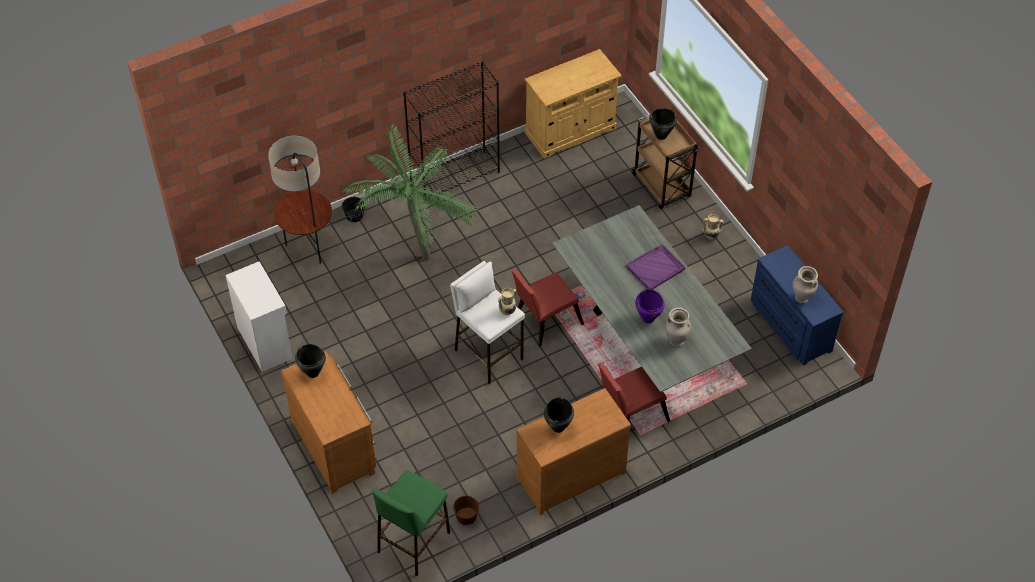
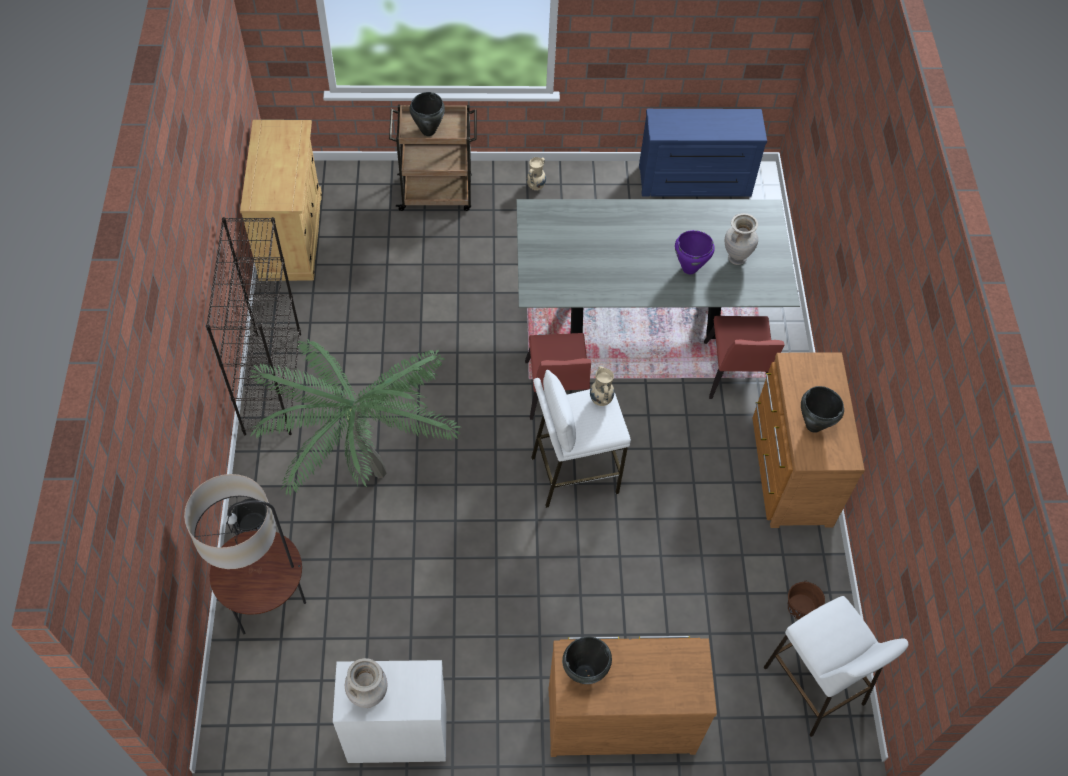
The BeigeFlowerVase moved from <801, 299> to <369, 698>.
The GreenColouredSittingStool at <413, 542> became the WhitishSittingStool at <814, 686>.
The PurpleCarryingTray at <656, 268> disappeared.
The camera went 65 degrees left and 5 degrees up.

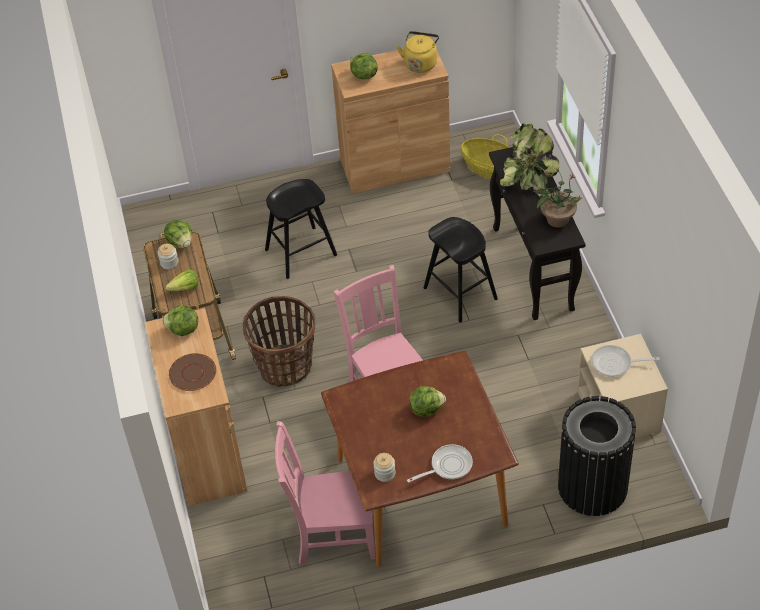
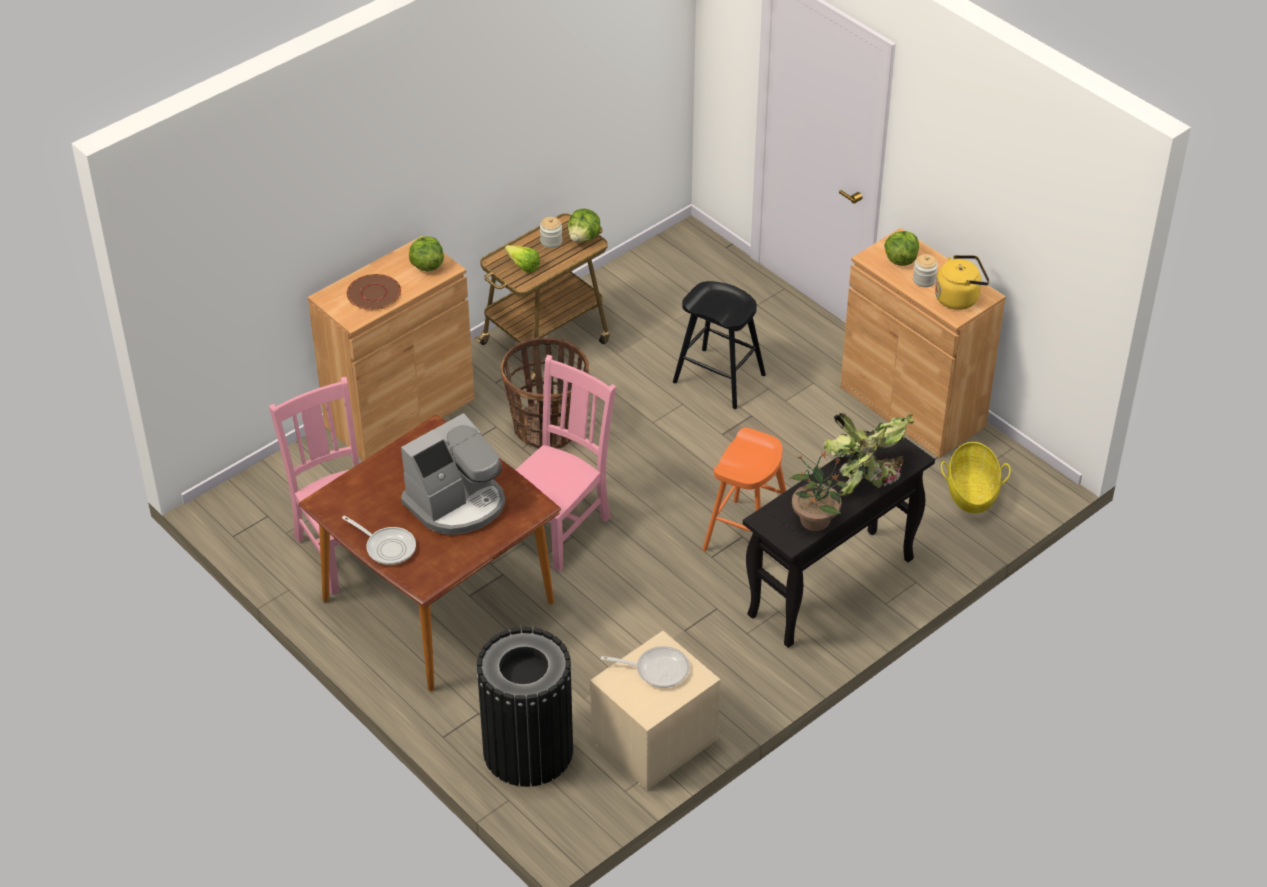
The LettuceHead at <426, 409> was replaced by the CoffeeMaker at <457, 503>.
The FryingPan at <615, 363> turned 120 degrees clockwise.
The BlackSittingStool at <460, 293> became the OrangeColouredSittingStool at <747, 535>.
The Jar moved from <385, 473> to <924, 280>.
The camera went 60 degrees right and 5 degrees down.

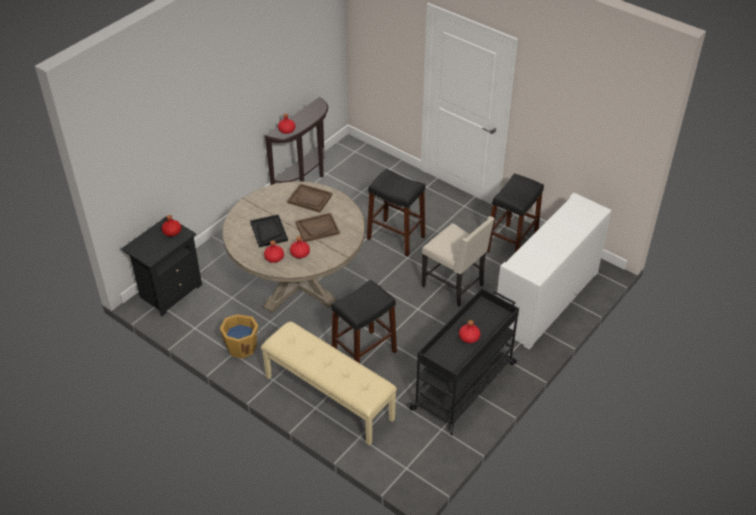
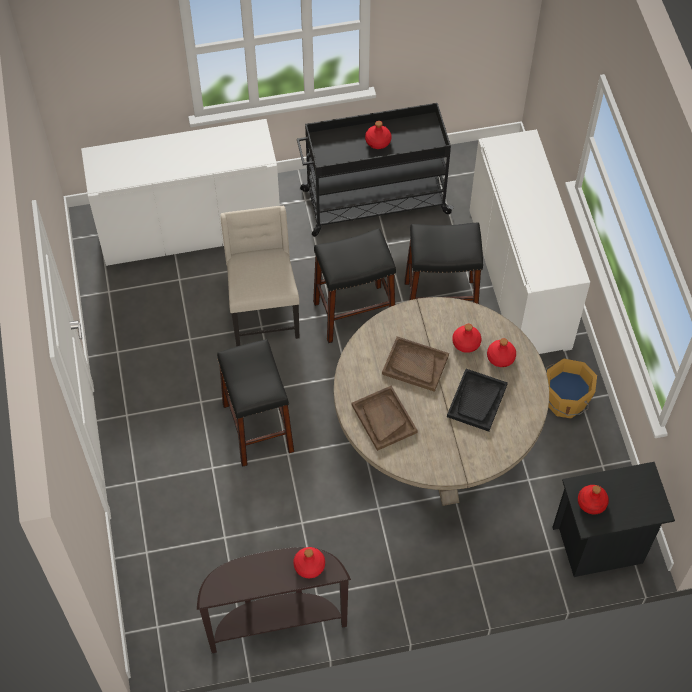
The BlackSittingStool moved from <511, 244> to <354, 313>.
The BeigeBench at <328, 398> was replaced by the WhitishStorageCabinet at <519, 279>.
The camera went 140 degrees left and 15 degrees up.

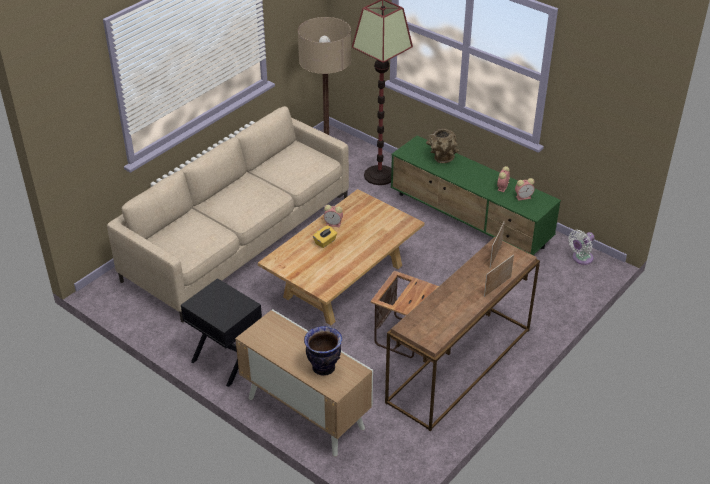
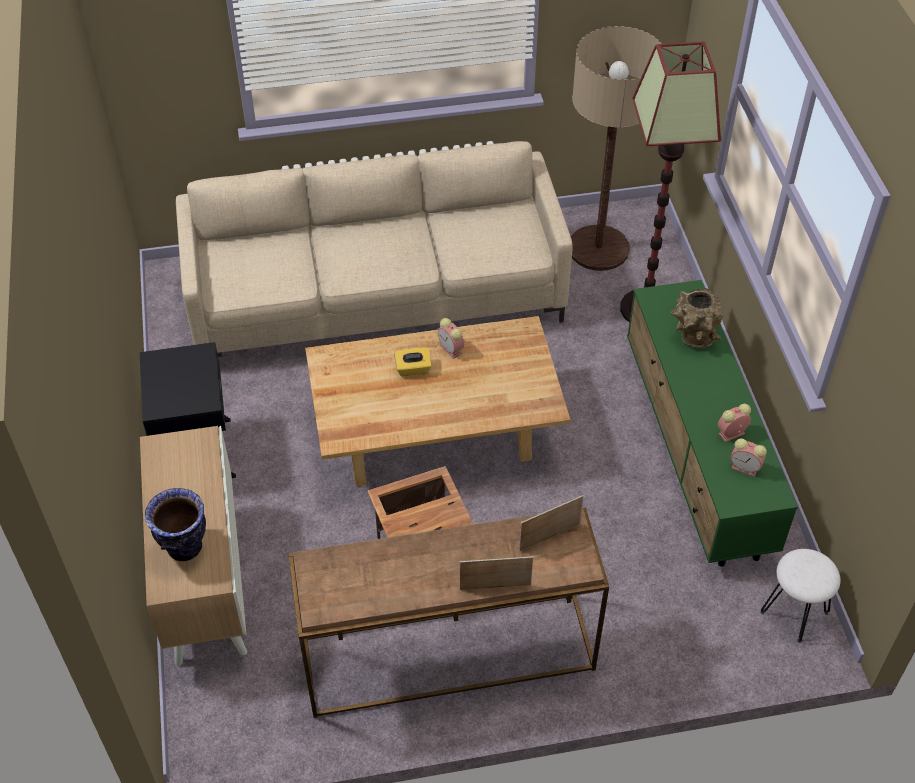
The WhitishElectricFan at <581, 258> was replaced by the WhitishSittingStool at <795, 613>.
The camera went 40 degrees right and 10 degrees up.

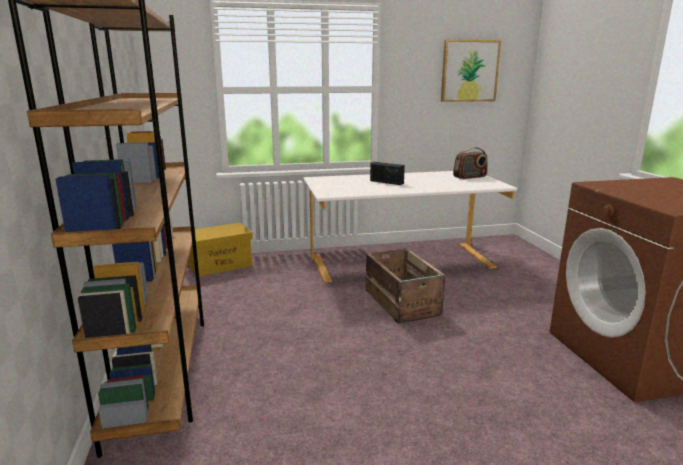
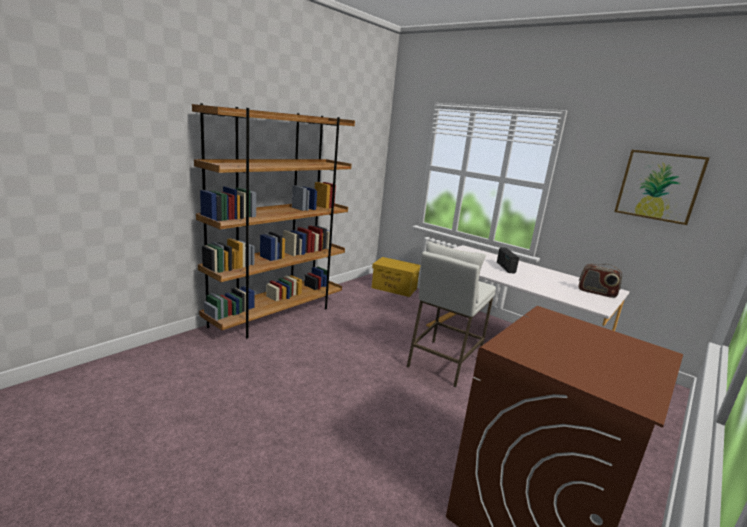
The ShippingCrate at <401, 303> was replaced by the WhitishSittingStool at <443, 362>.
The camera went 50 degrees right and 0 degrees up.

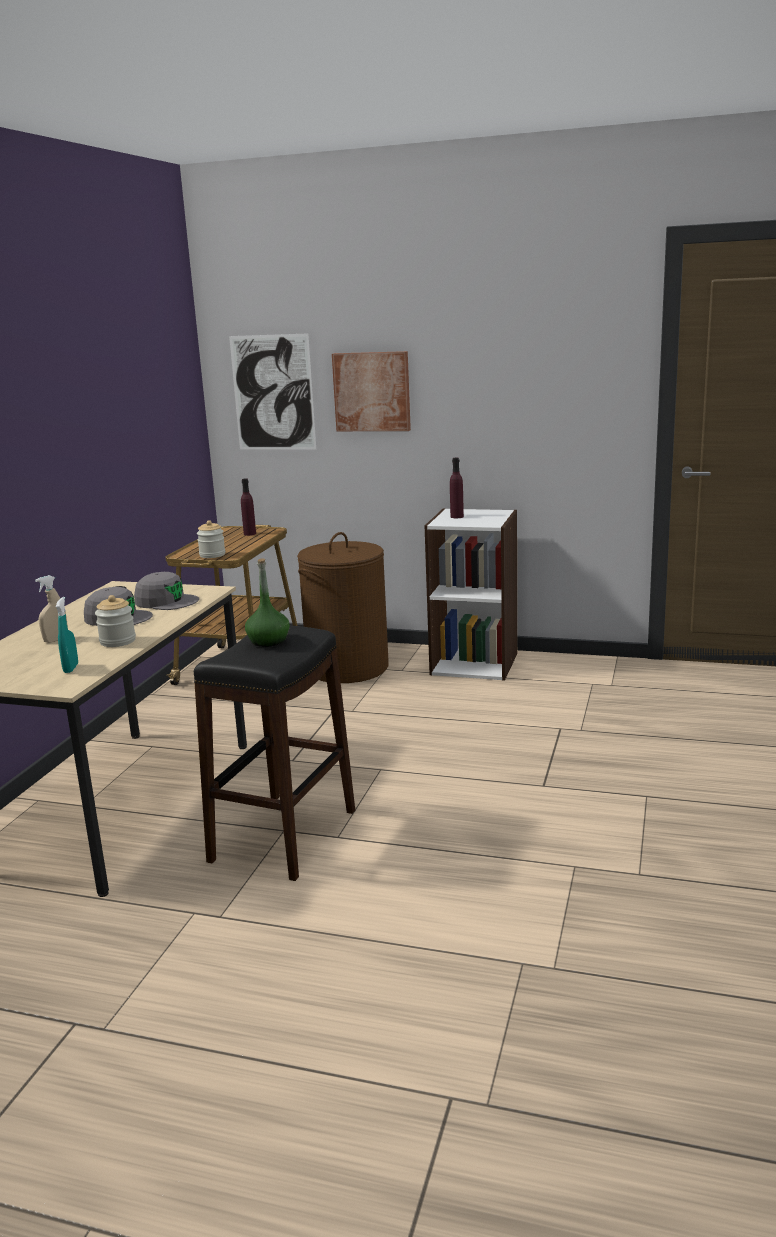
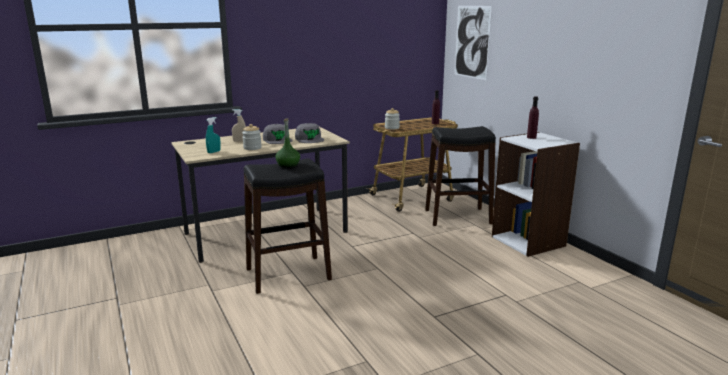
The BrownHamper at <347, 668> was replaced by the BlackSittingStool at <458, 217>.
The Picture at <372, 391> disappeared.
The camera went 45 degrees right and 0 degrees up.

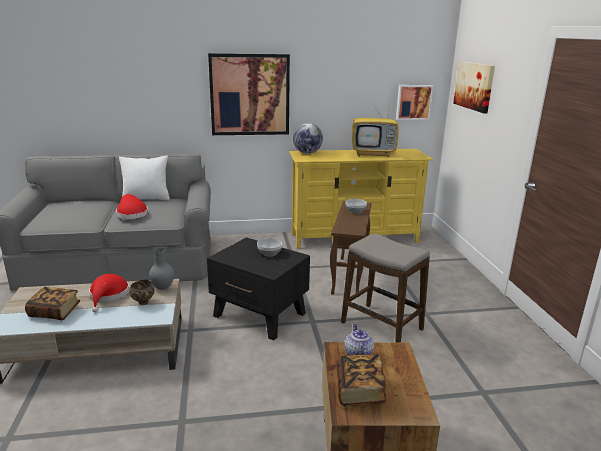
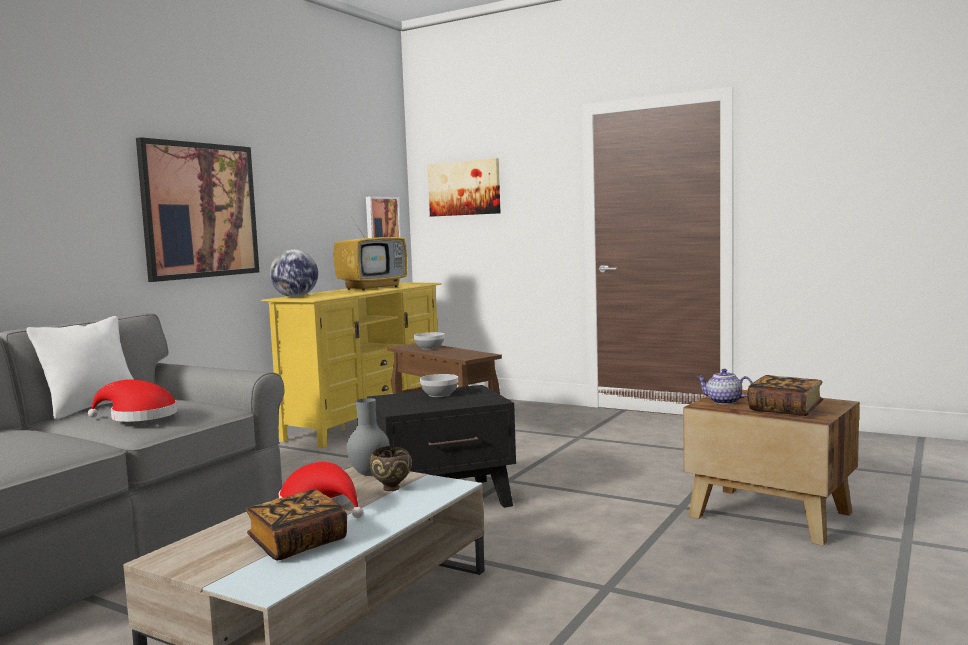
The SittingStool at <381, 326> disappeared.
The camera went 50 degrees left and 15 degrees down.

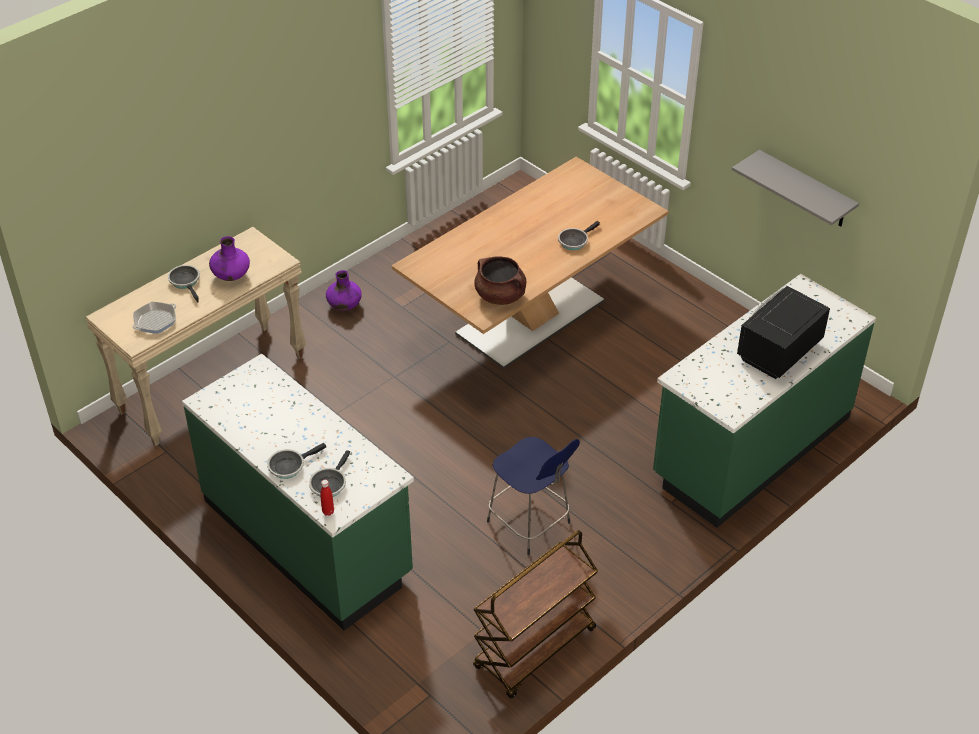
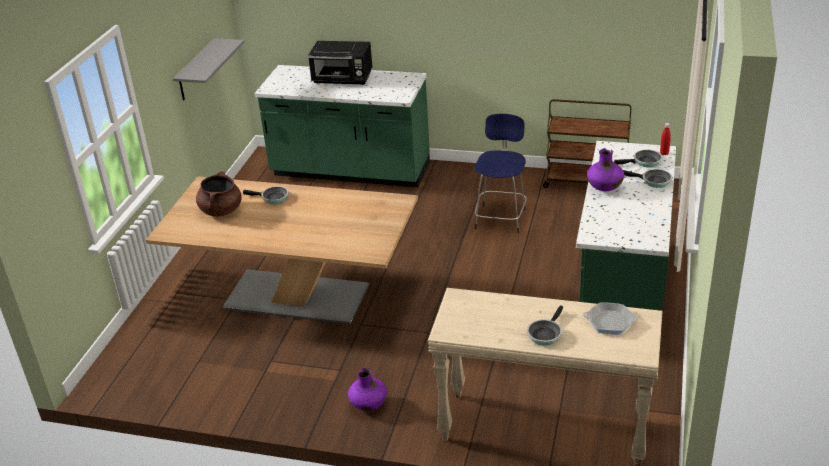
The BrownCookingPot moved from <500, 296> to <221, 210>.
The PurpleFlowerVase moved from <231, 276> to <604, 188>.
The camera went 120 degrees left and 10 degrees down.

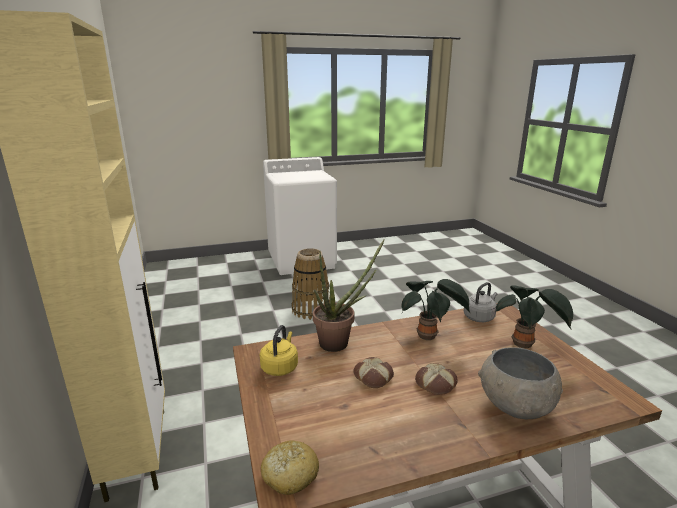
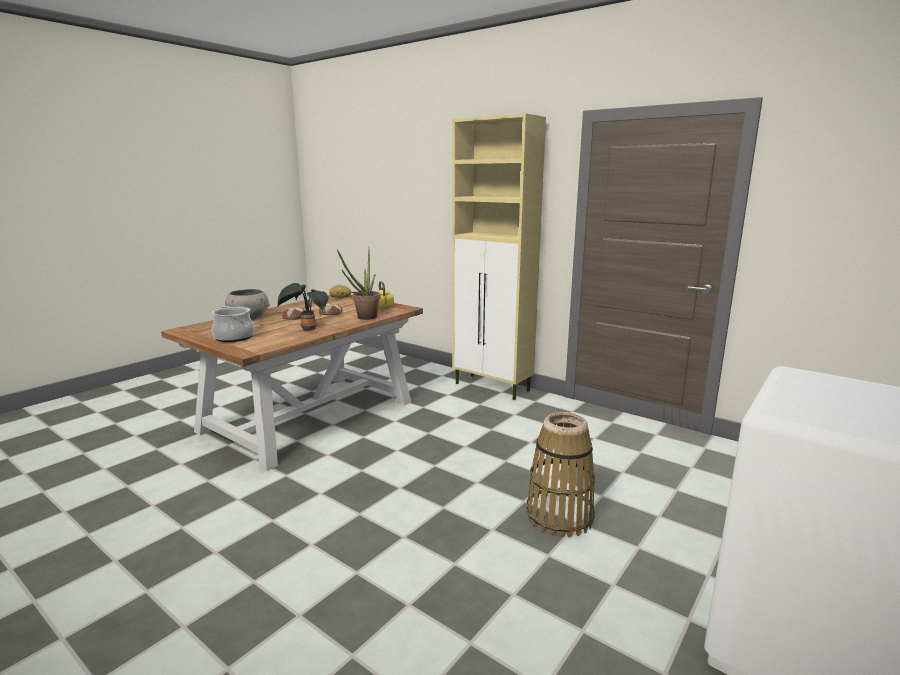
The PlantInAPot at <525, 345> was replaced by the CookingPot at <234, 337>.
The GreyishTeaKettle at <479, 317> disappeared.
The camera went 145 degrees right and 5 degrees down.

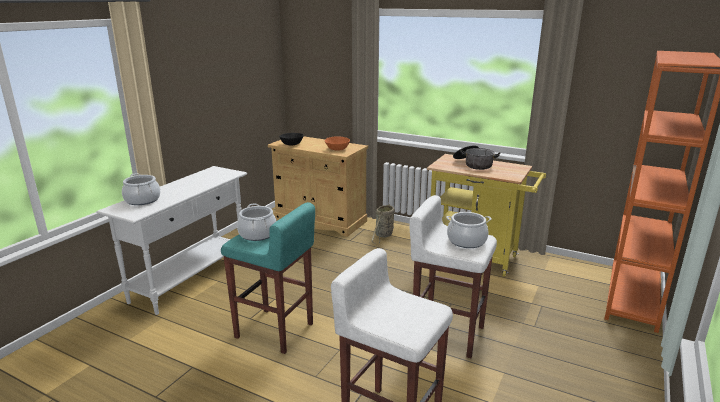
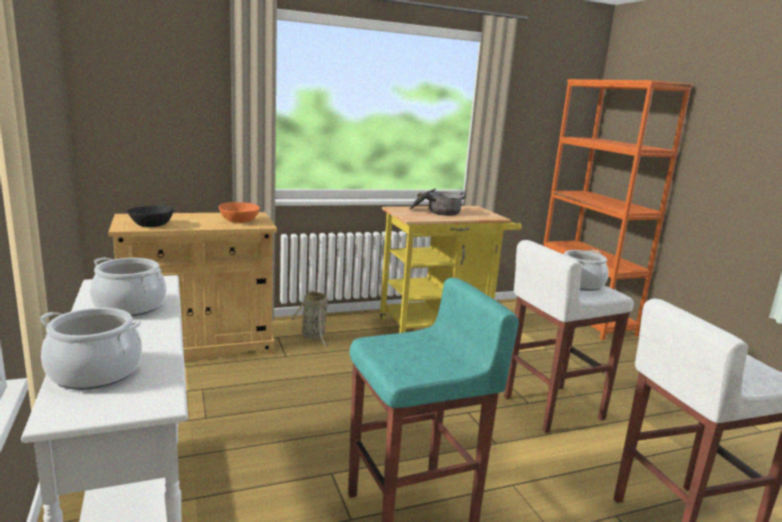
The CookingPot moved from <258, 234> to <130, 307>.
The camera went 50 degrees left and 5 degrees down.

